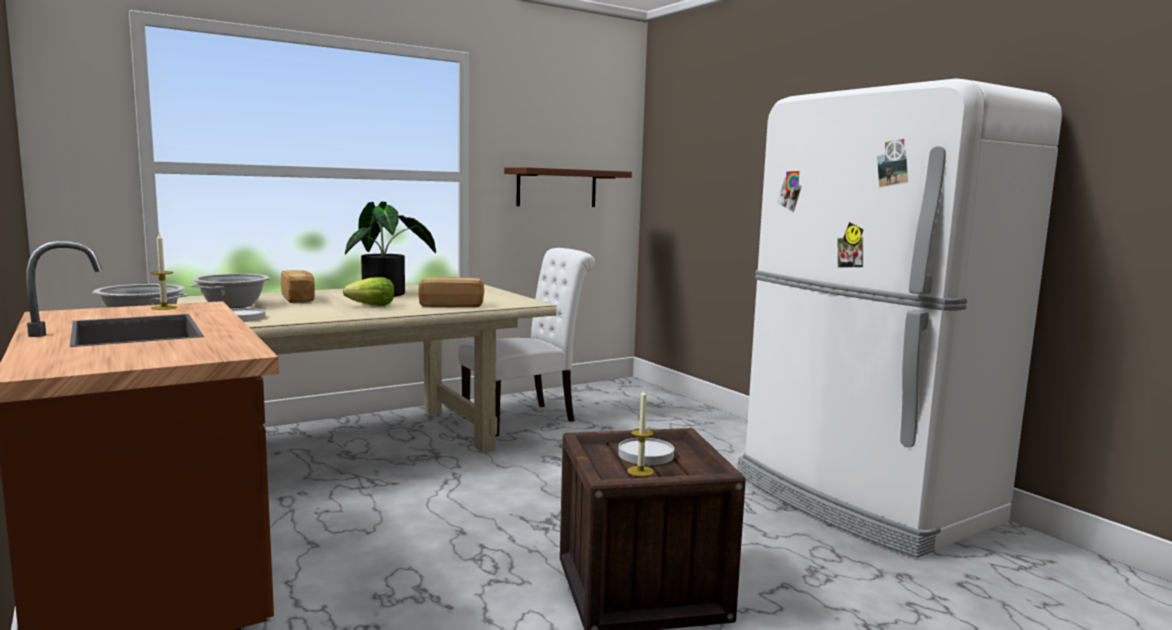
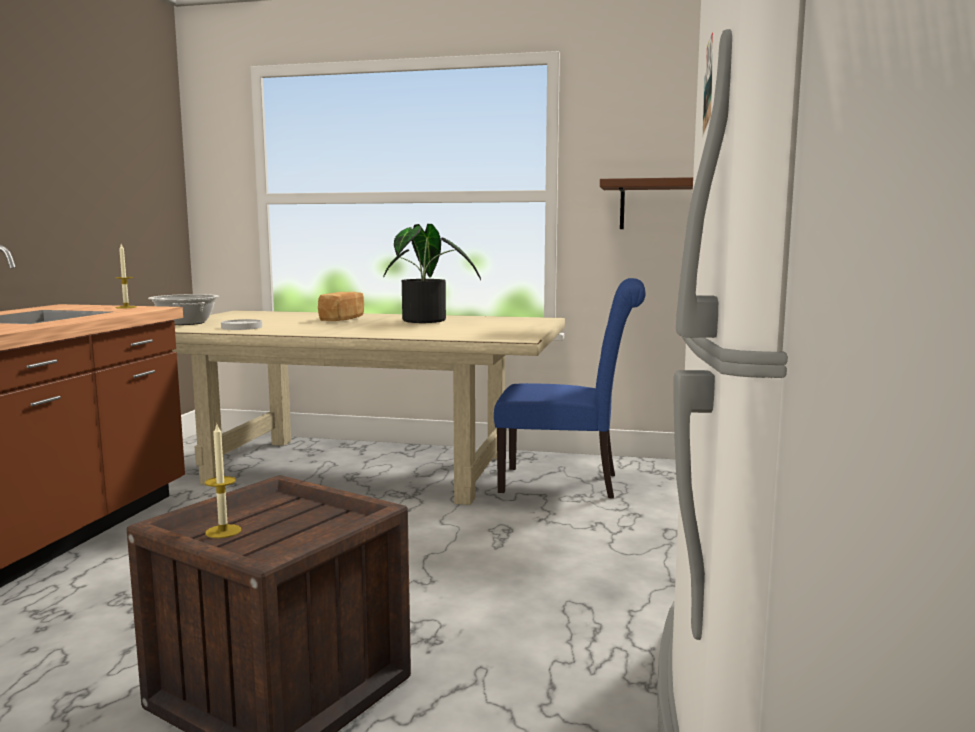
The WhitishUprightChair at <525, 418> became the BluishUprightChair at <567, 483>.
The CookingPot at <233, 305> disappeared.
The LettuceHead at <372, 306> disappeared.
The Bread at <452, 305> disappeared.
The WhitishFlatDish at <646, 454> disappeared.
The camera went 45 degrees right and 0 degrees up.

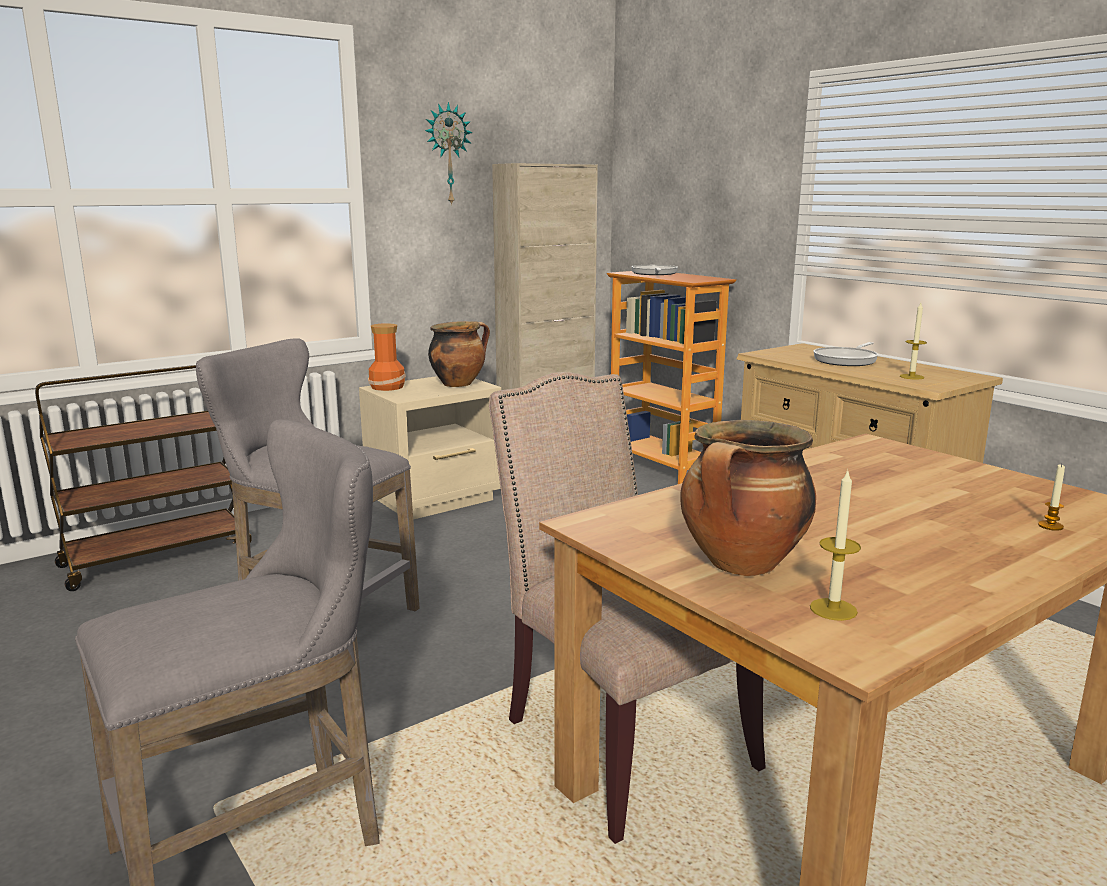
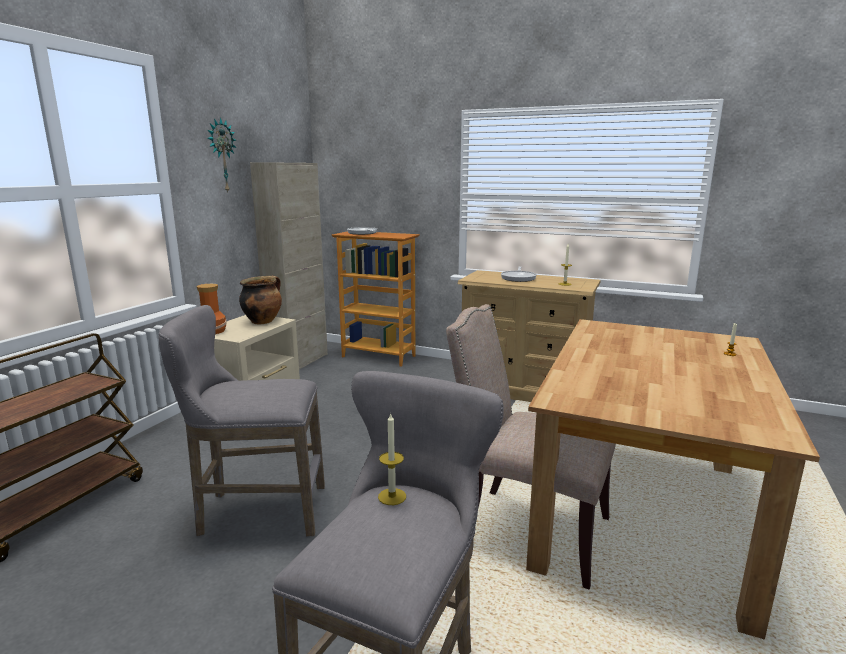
The WaxCandle moved from <833, 609> to <392, 496>.
The CookingPot at <742, 565> disappeared.
The camera went 30 degrees left and 0 degrees up.

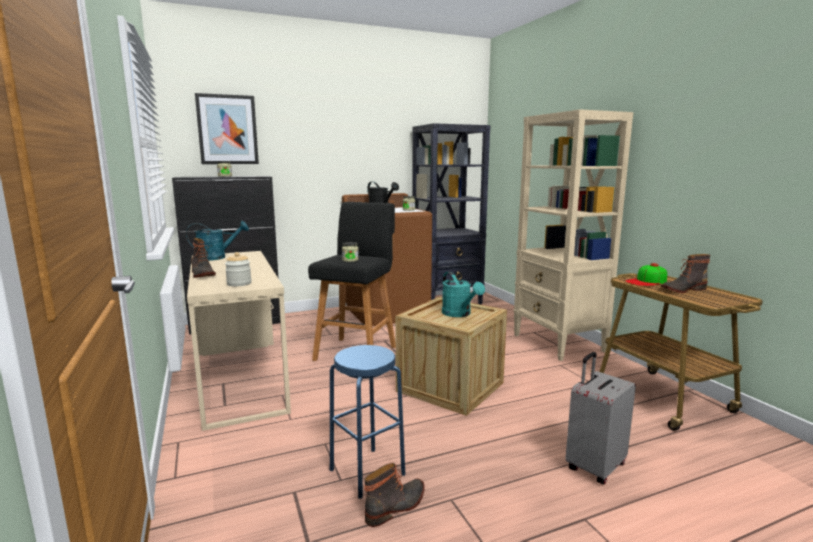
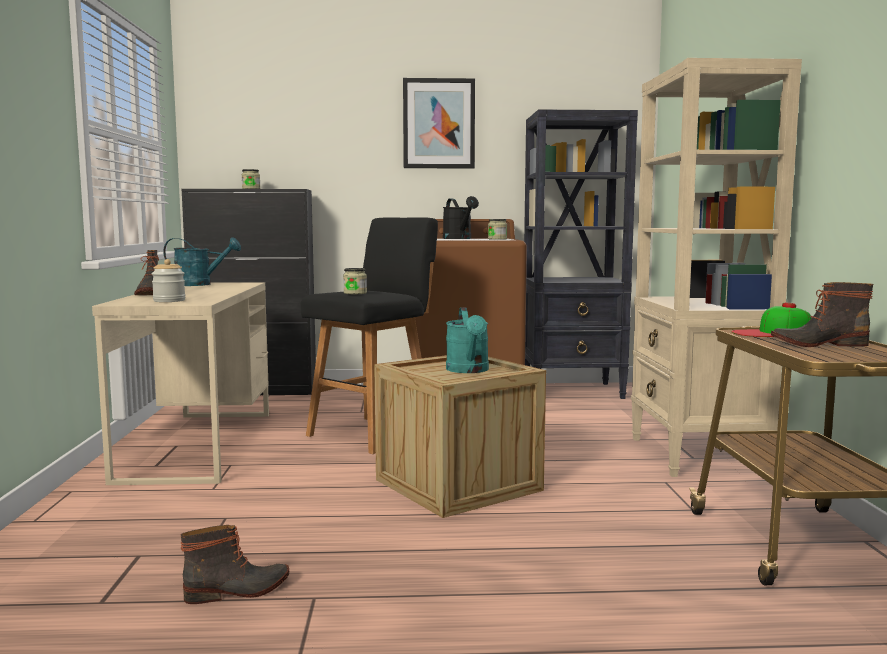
The Picture moved from <227, 130> to <439, 124>.
The BluishSittingStool at <367, 472> disappeared.
The GreyishTravelCase at <594, 466> disappeared.
The camera went 20 degrees right and 5 degrees down.

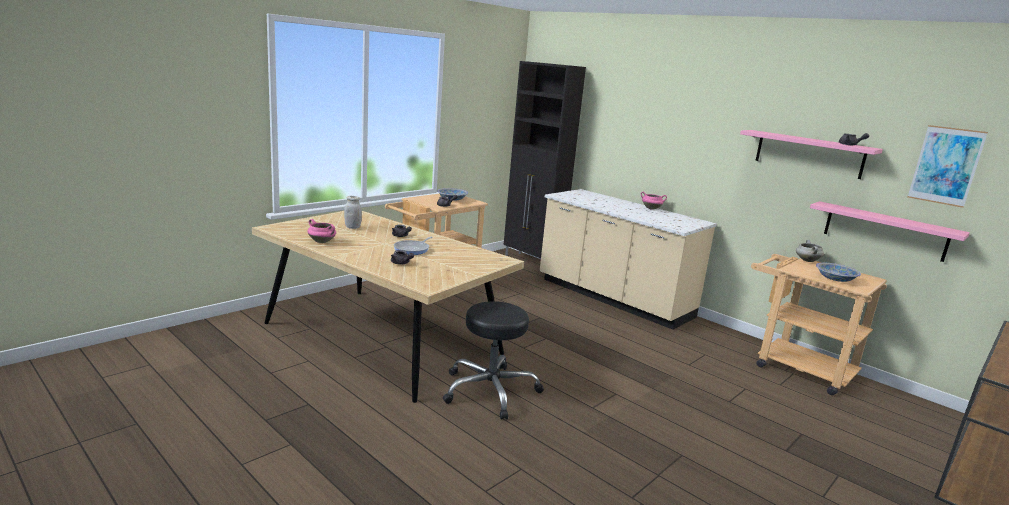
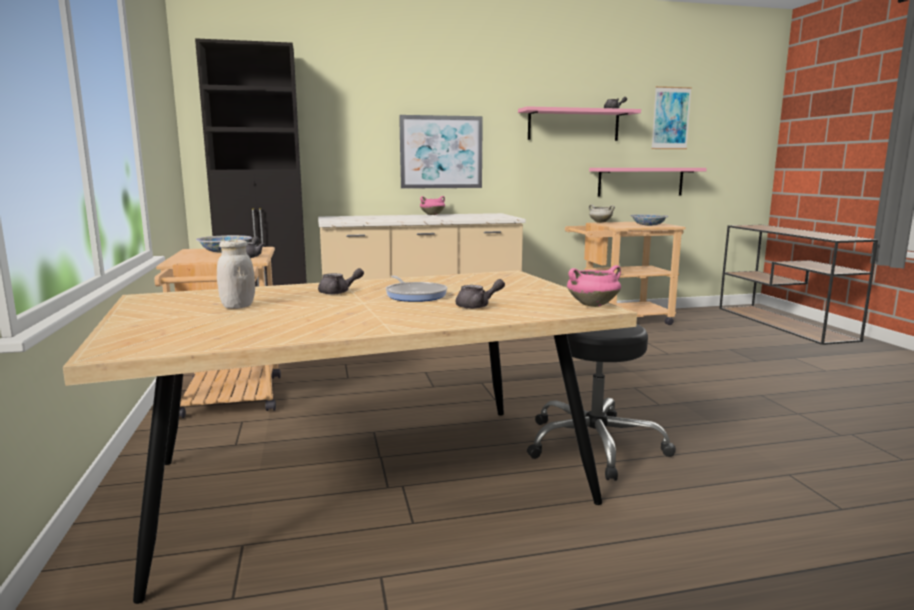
The Picture at <441, 152> appeared.
The PinkCookingPot moved from <322, 242> to <593, 305>.
The camera went 55 degrees left and 5 degrees down.

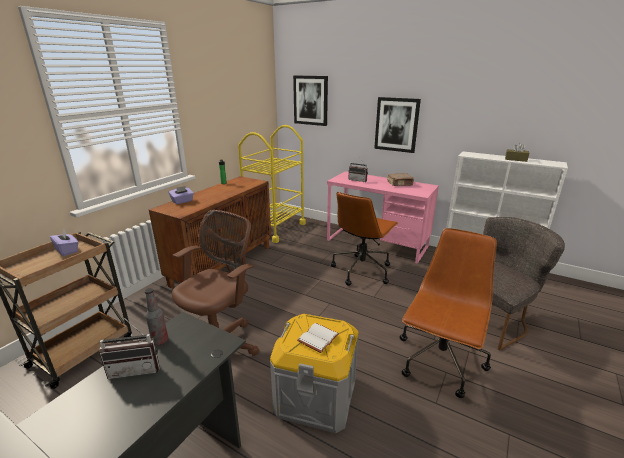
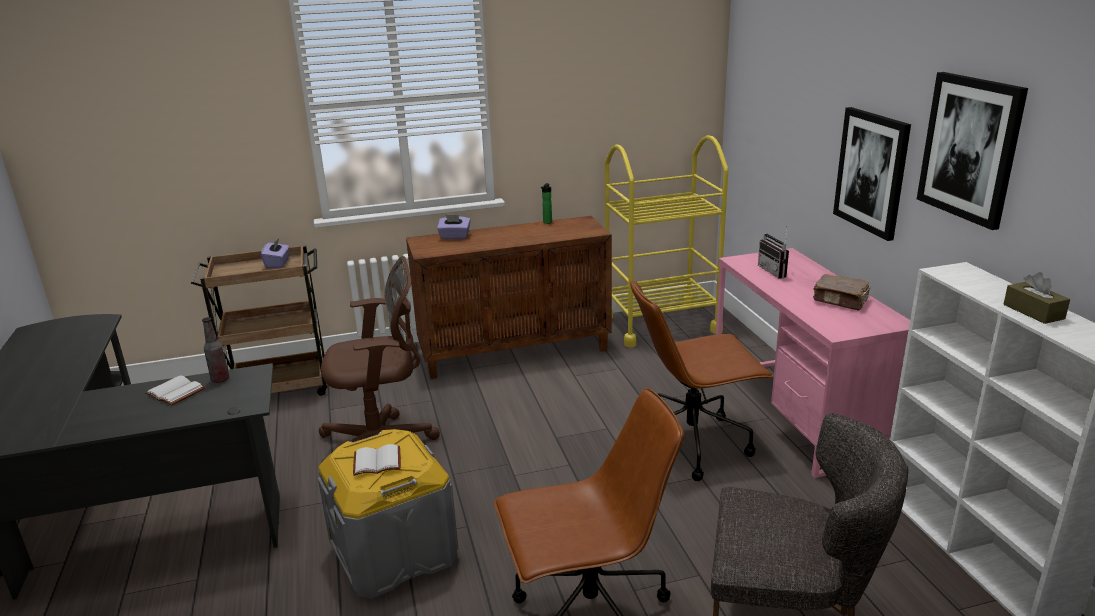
The RadioReceiver at <136, 368> was replaced by the WhitishBoundBook at <177, 392>.
The Picture moved from <310, 100> to <970, 148>.
The camera went 45 degrees right and 0 degrees up.

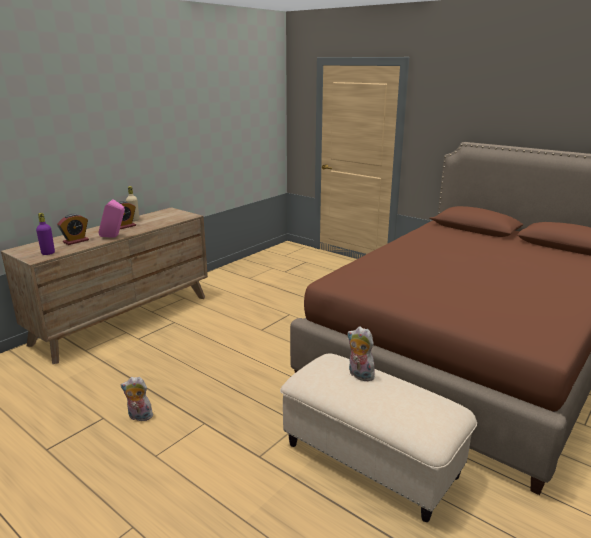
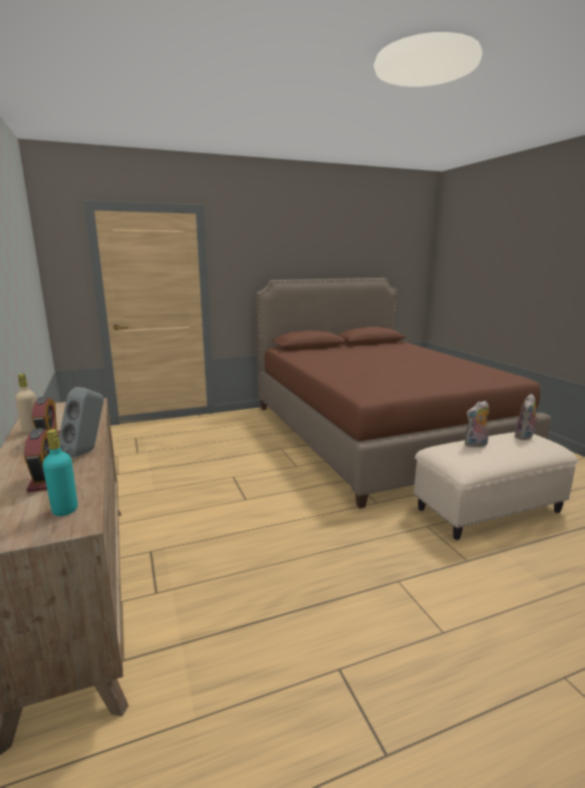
The PurpleBottle at <48, 253> became the BlueGreenBottle at <65, 510>.
The PinkSpeaker at <114, 237> became the GreyishSpeaker at <87, 451>.
The CuddlyToy moved from <139, 417> to <525, 437>.
The camera went 60 degrees left and 5 degrees down.

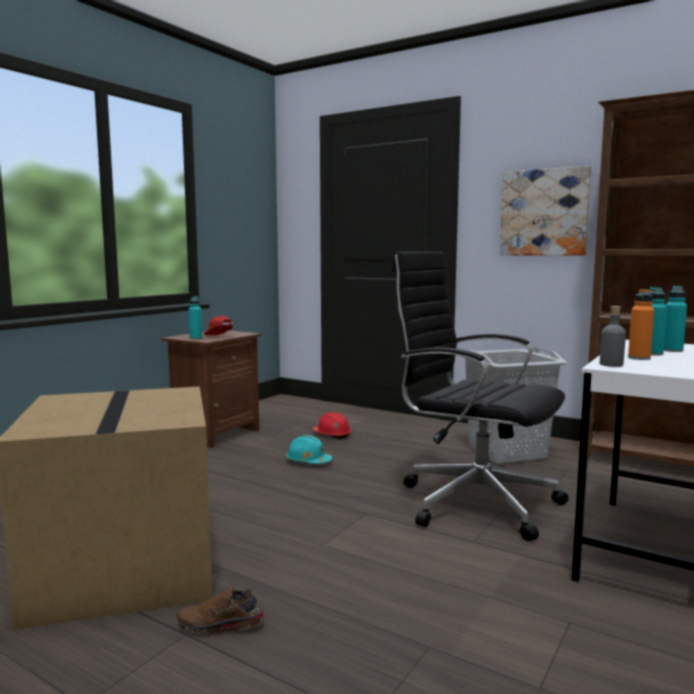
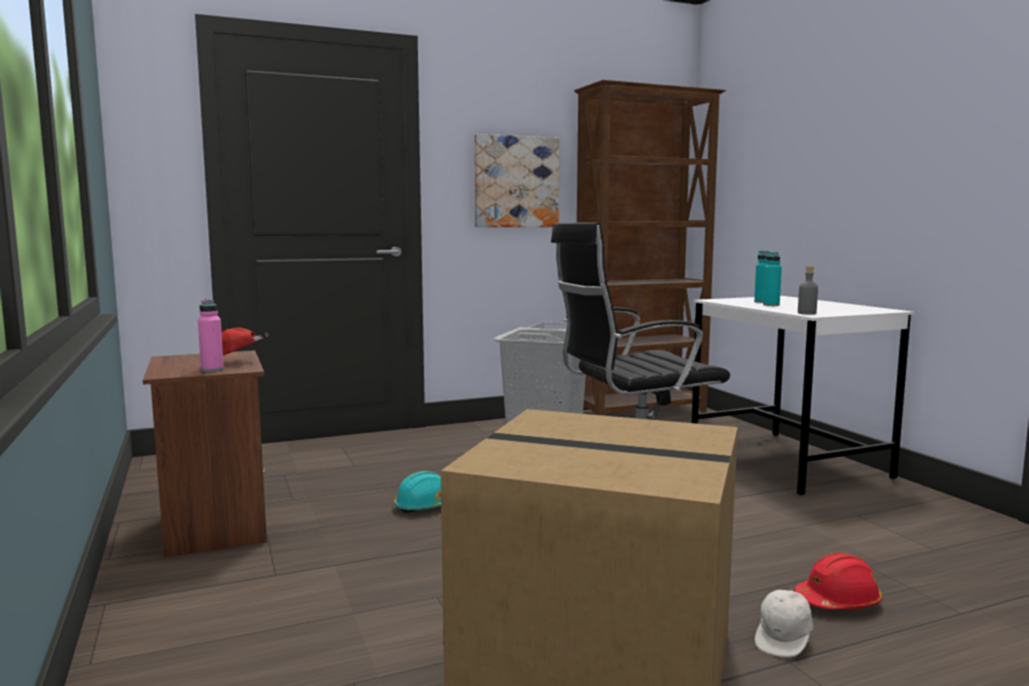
The BlueGreenBottle at <196, 338> became the PinkBottle at <212, 370>.
The BrownShoe at <220, 626> was replaced by the WhitishBaseballCap at <784, 640>.
The RedWorkHelmet moved from <332, 435> to <838, 601>.
The OrangeColouredBottle at <639, 358> disappeared.
The camera went 55 degrees left and 0 degrees up.

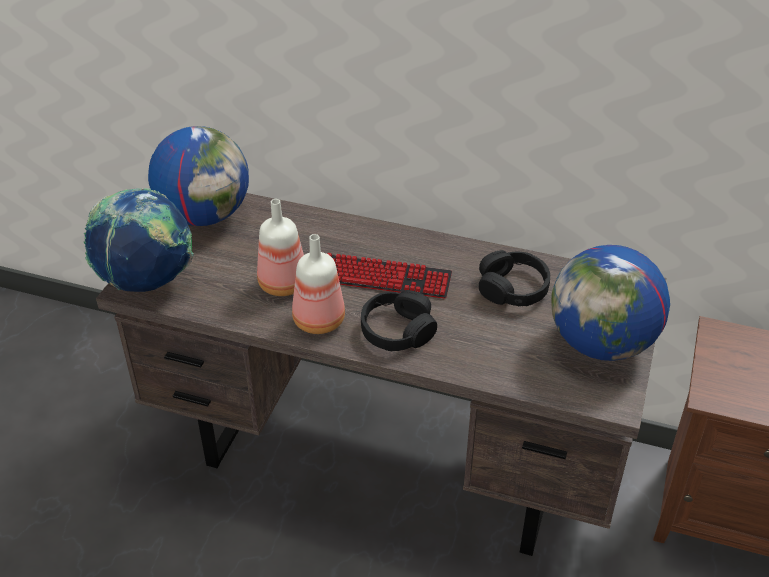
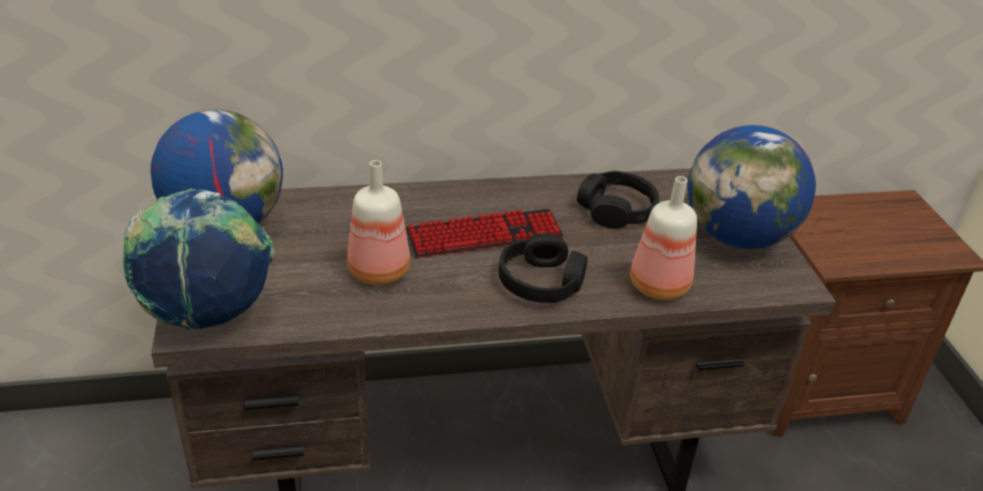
The Bottle moved from <317, 321> to <657, 286>.
The camera went 30 degrees left and 5 degrees down.

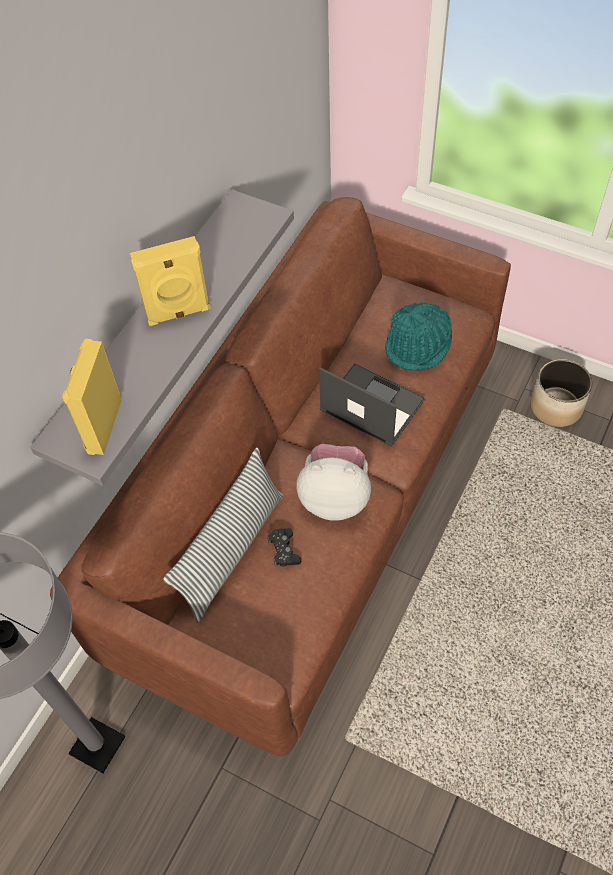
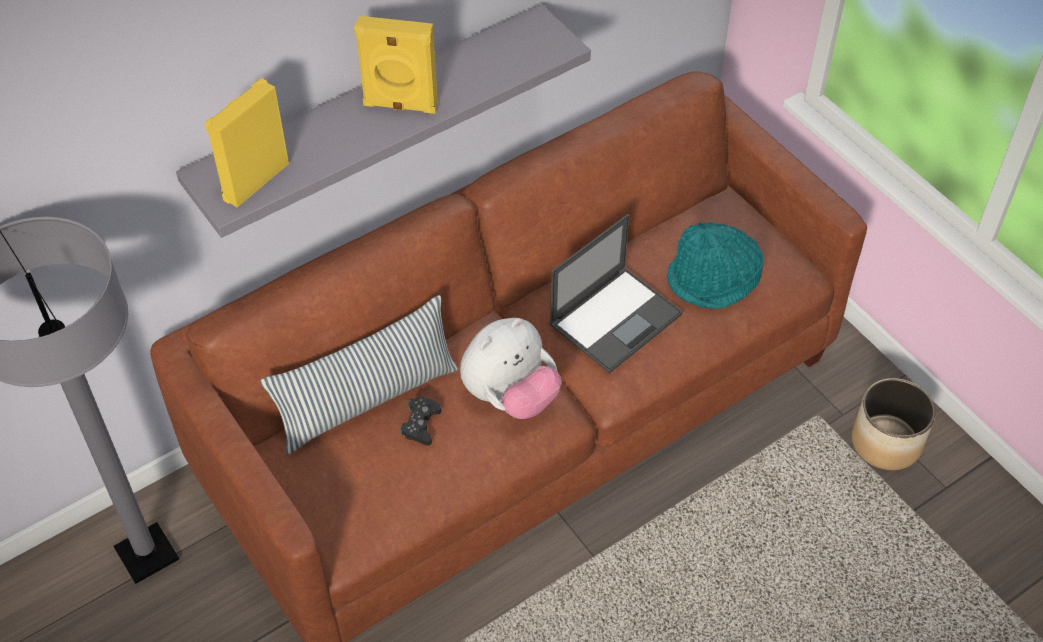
The CuddlyToy at <335, 497> turned 105 degrees clockwise.
The Laptop at <371, 404> turned 75 degrees clockwise.
The camera went 25 degrees right and 5 degrees down.

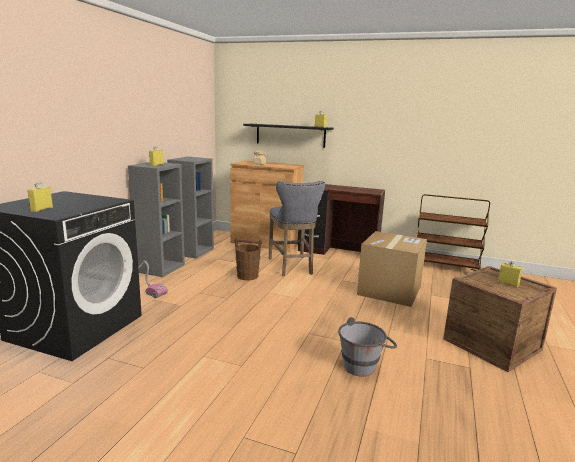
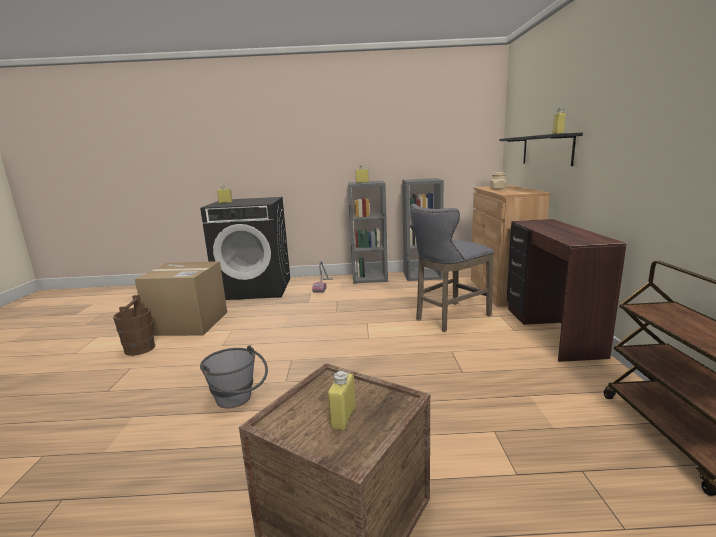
The BrownWaterBucket moved from <247, 276> to <139, 349>.
The Carton moved from <389, 291> to <189, 323>.
The camera went 70 degrees right and 0 degrees up.

